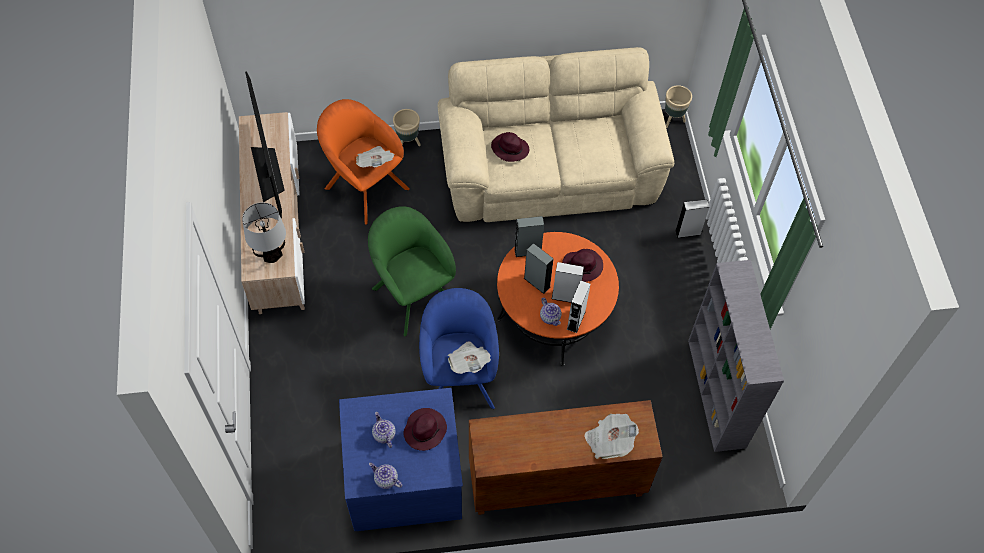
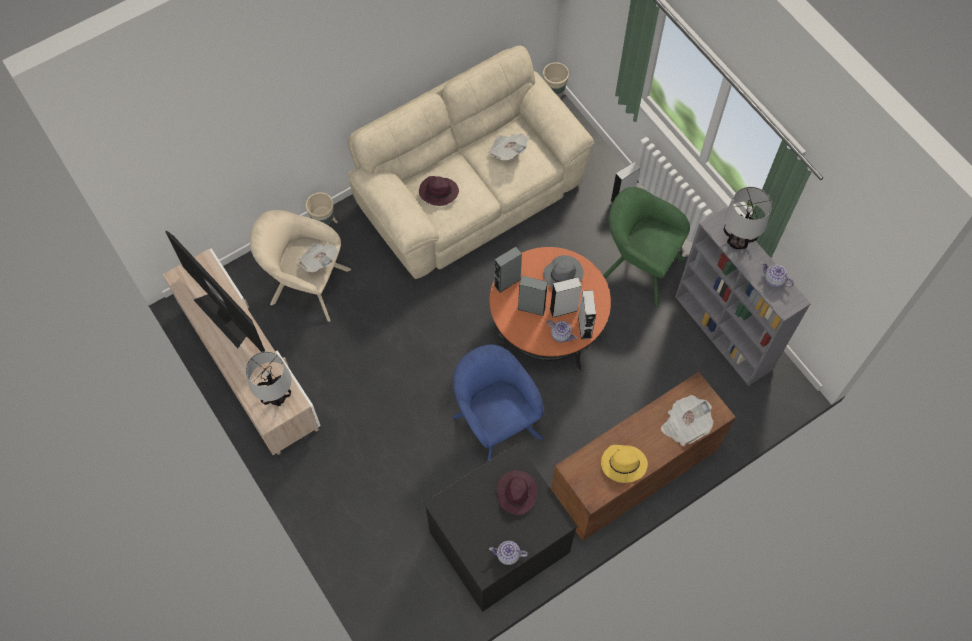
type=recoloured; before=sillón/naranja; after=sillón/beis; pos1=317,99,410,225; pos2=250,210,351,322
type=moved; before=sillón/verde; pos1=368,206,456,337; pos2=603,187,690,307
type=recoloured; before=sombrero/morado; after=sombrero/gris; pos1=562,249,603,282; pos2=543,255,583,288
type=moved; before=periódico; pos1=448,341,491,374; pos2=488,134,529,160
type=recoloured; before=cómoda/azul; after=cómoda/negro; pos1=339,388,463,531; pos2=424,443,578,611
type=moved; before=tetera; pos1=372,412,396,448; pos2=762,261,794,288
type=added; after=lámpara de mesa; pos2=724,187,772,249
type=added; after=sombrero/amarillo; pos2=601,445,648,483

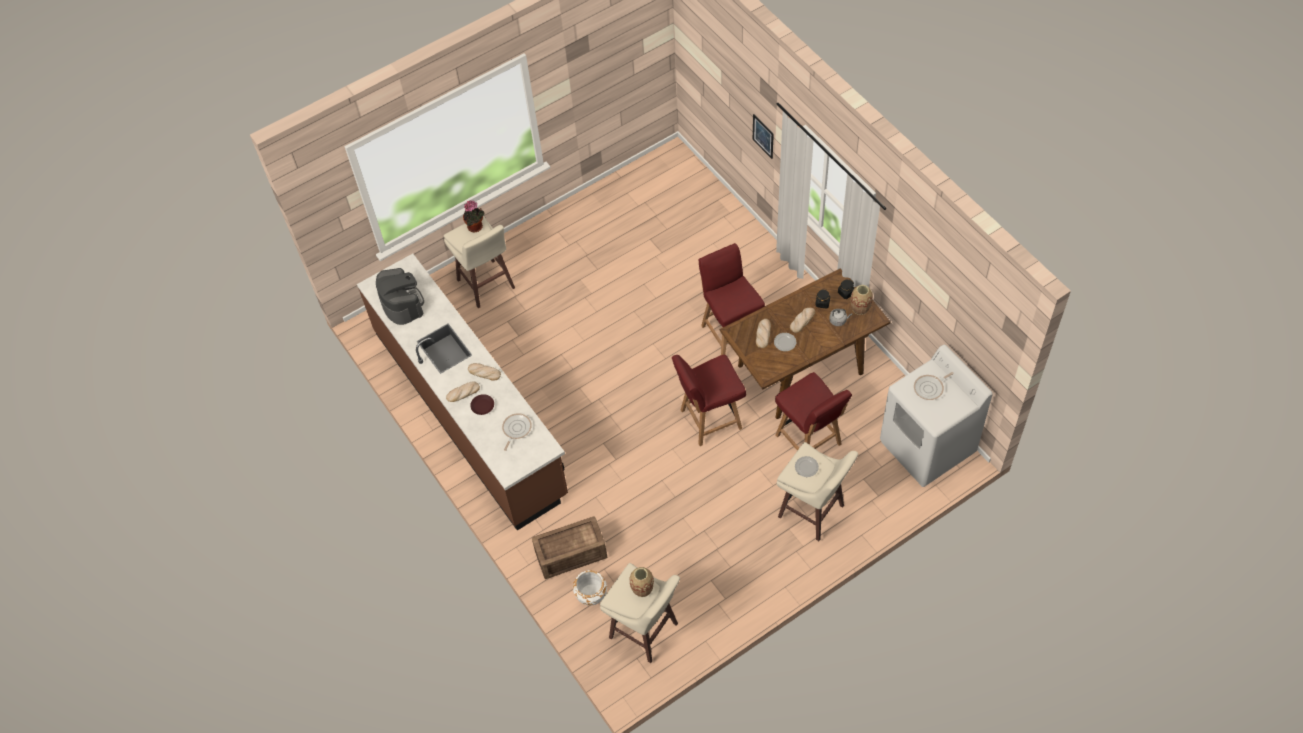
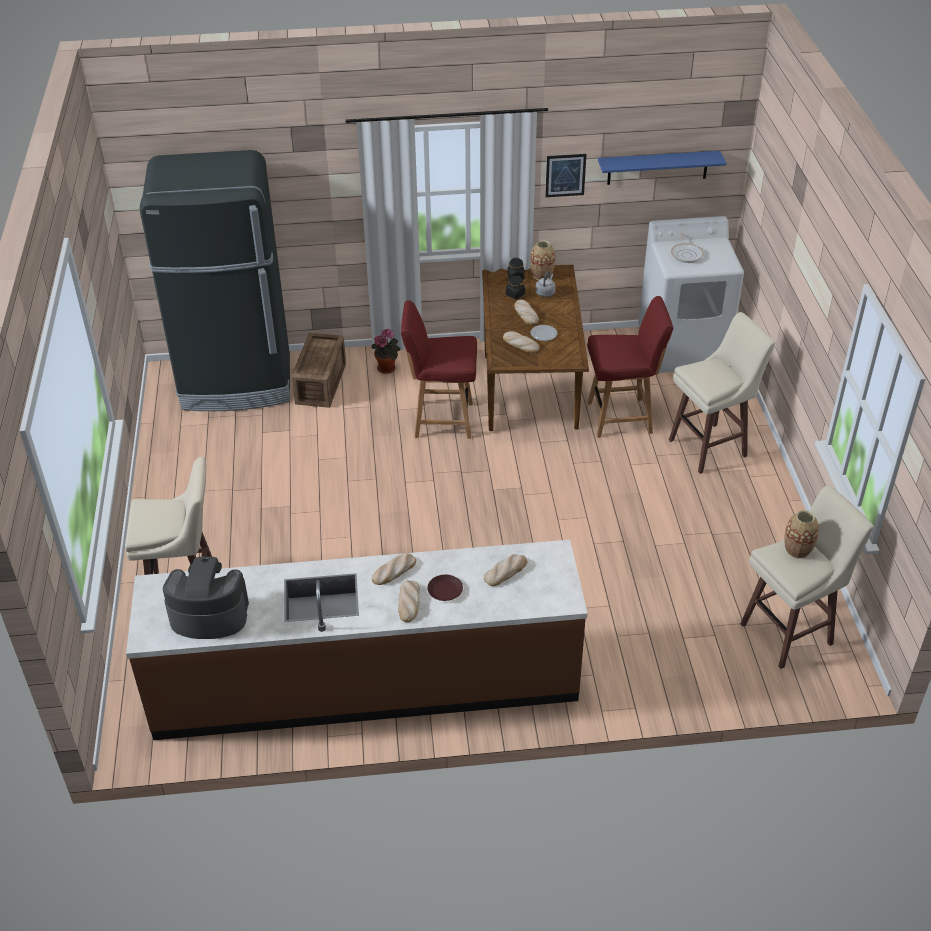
type=moved; before=cuadro; pos1=753,114,774,159; pos2=545,154,586,197
type=moved; before=planta en maceta; pos1=463,200,484,232; pos2=371,328,400,374
type=removed; before=silla/rojo; pos1=672,355,746,446
type=replaced; before=sartén; after=pan; pos1=502,413,532,451; pos2=484,554,527,586
type=removed; before=plato; pos1=795,456,819,477
type=moved; before=caja de embalaje; pos1=532,516,607,579; pos2=291,333,346,408
type=removed; before=maceta/blanco; pos1=573,570,607,606
type=added; after=nevera/negro; pos2=140,150,290,411
type=added; after=estante/azul; pos2=598,151,726,185

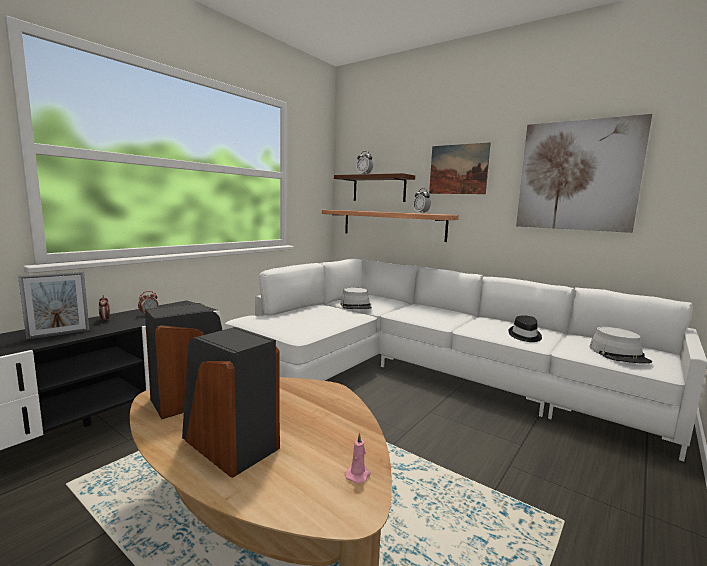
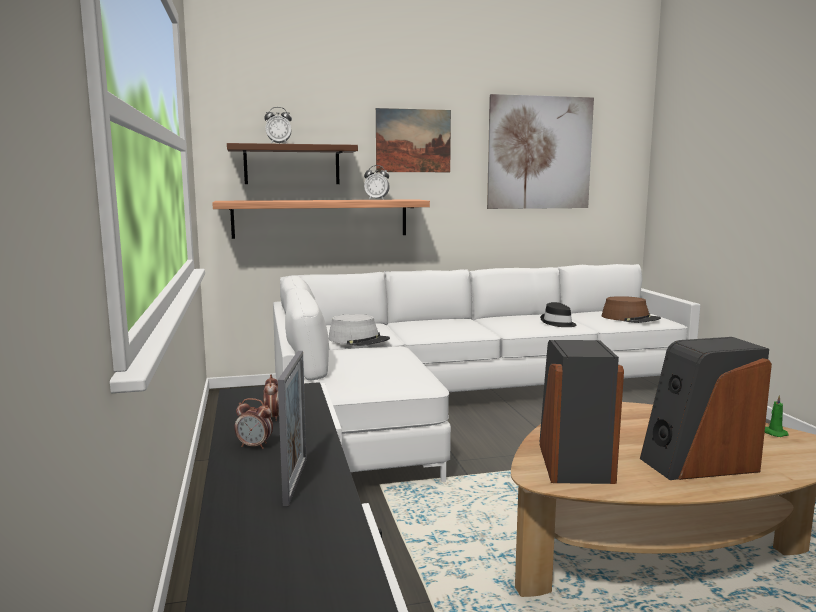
type=recoloured; before=sombrero/gris; after=sombrero/marrón; pos1=590,327,652,364; pos2=602,296,661,323
type=recoloured; before=vela/rosa; after=vela/verde; pos1=345,433,370,484; pos2=765,395,788,437

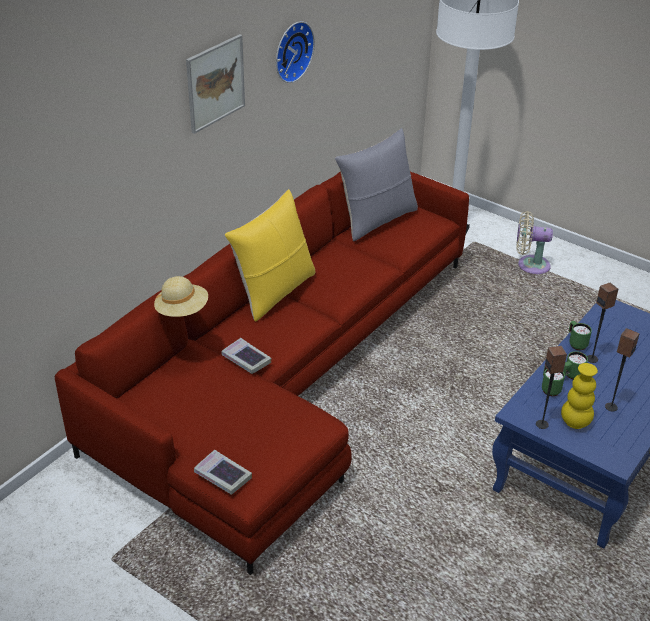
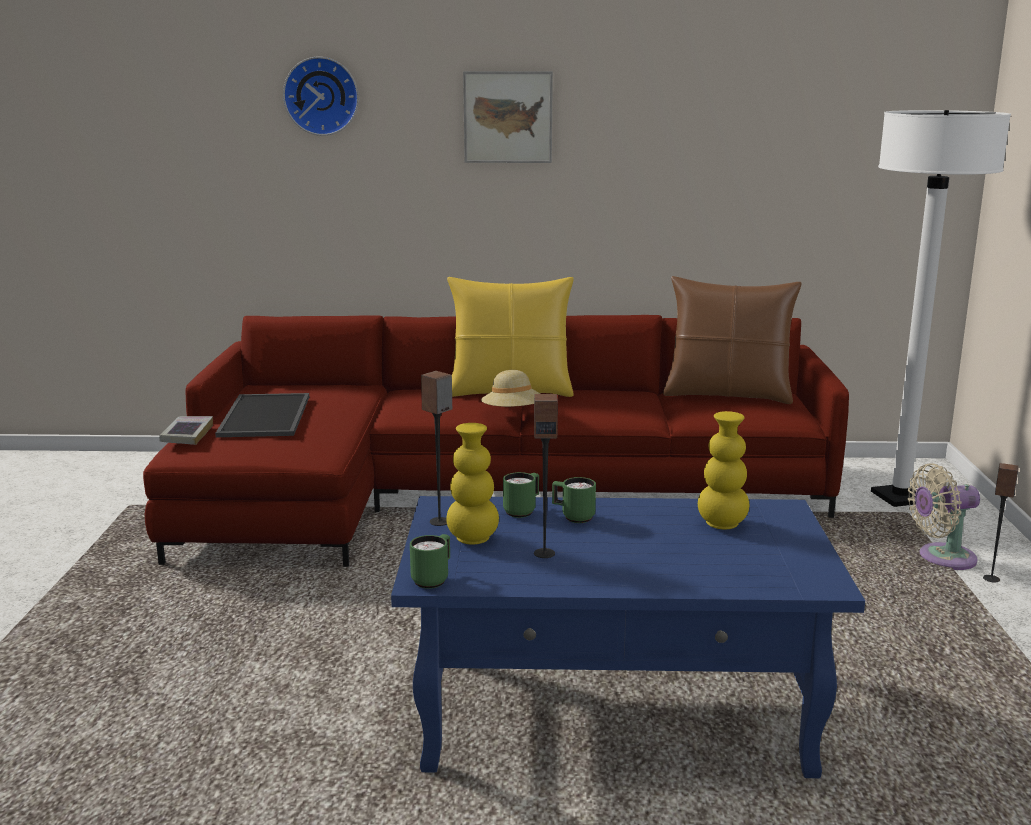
type=moved; before=reloj de pared; pos1=276,21,315,83; pos2=283,57,359,136
type=recoloured; before=cojín/gris; after=cojín/marrón; pos1=335,128,418,241; pos2=663,276,802,404
type=turned; before=ventilador/beis; pos1=516,211,553,274; pos2=908,463,980,570; turn=-75
type=moved; before=sombrero/beis; pos1=154,276,208,317; pos2=481,370,540,407
type=moved; before=altavoz; pos1=587,283,618,363; pos2=983,463,1019,583
type=moved; before=taza grande/verde; pos1=568,321,592,350; pos2=410,534,450,589
type=removed; before=libro; pos1=222,338,271,374
type=added; after=bandeja; pos2=215,393,309,437
type=added; after=florero/amarillo; pos2=698,411,749,529

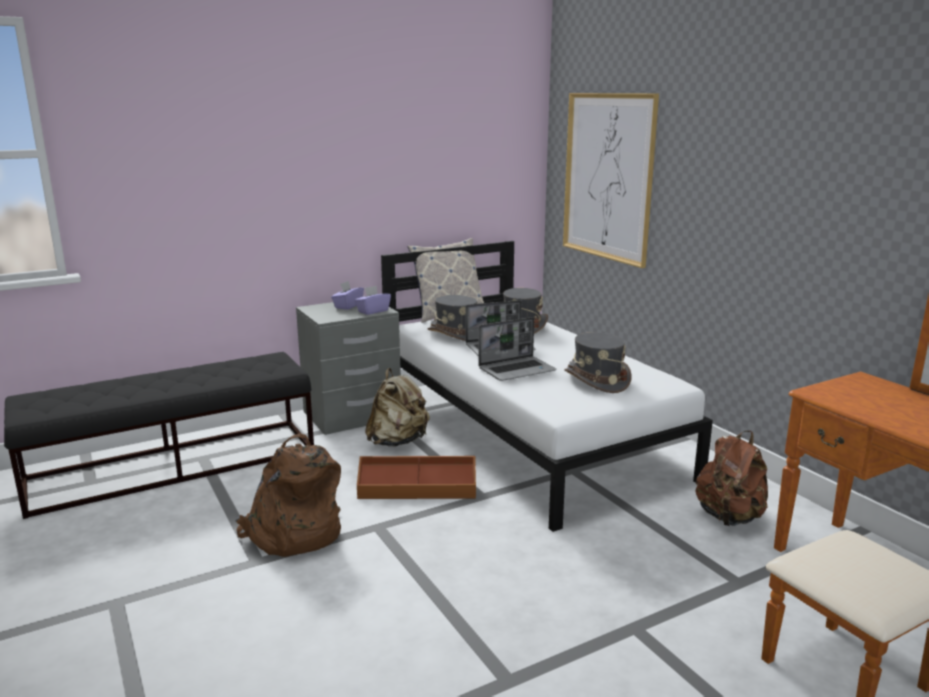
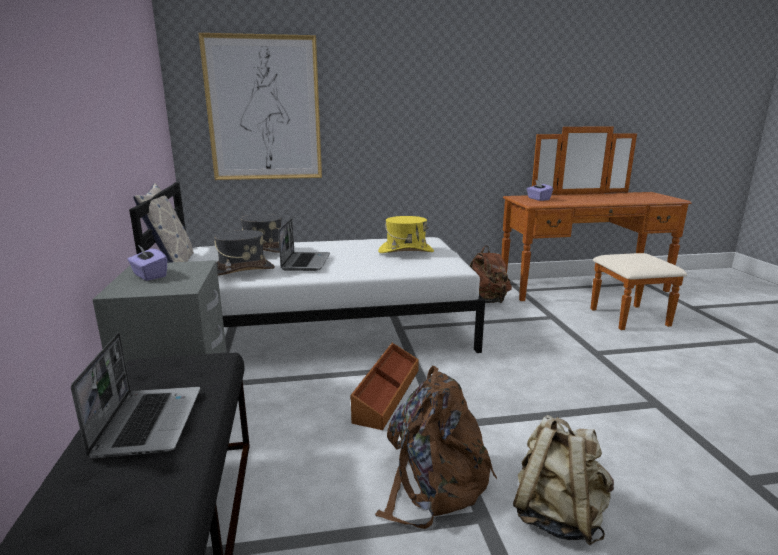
type=moved; before=caja de pañuelos/morado; pos1=355,286,391,315; pos2=527,180,553,201
type=moved; before=portátil; pos1=478,317,556,381; pos2=71,333,200,459
type=recoloured; before=sombrero/gris; after=sombrero/amarillo; pos1=564,333,632,393; pos2=378,216,434,253
type=moved; before=mochila/beis; pos1=365,368,430,447; pos2=513,415,614,545

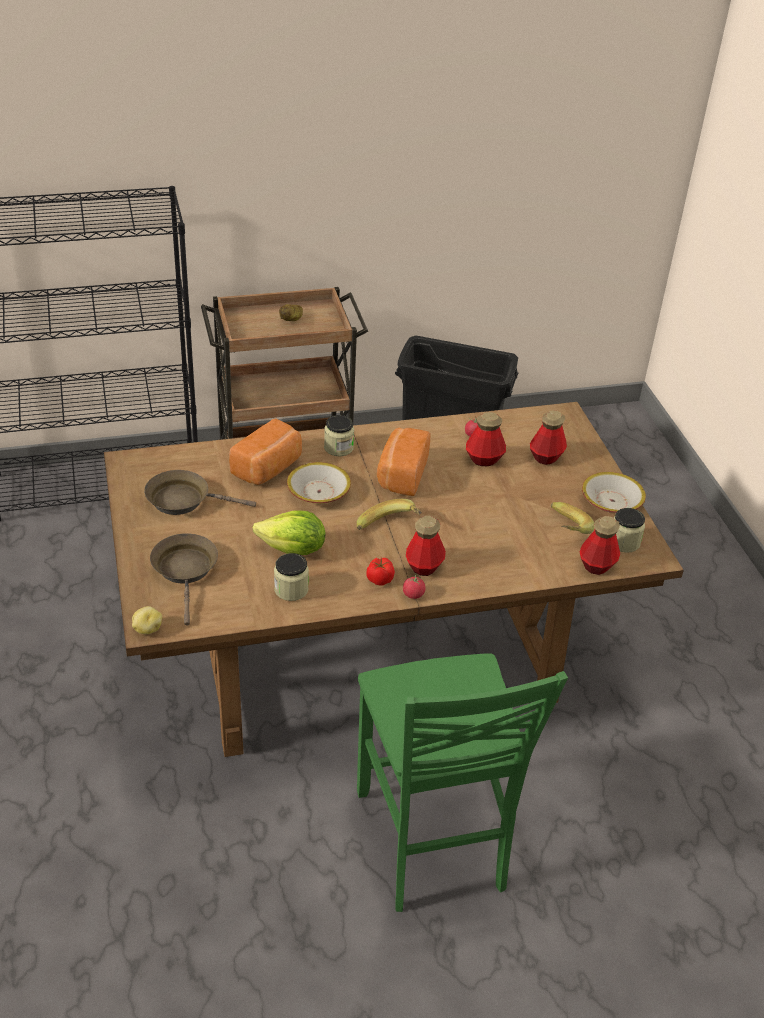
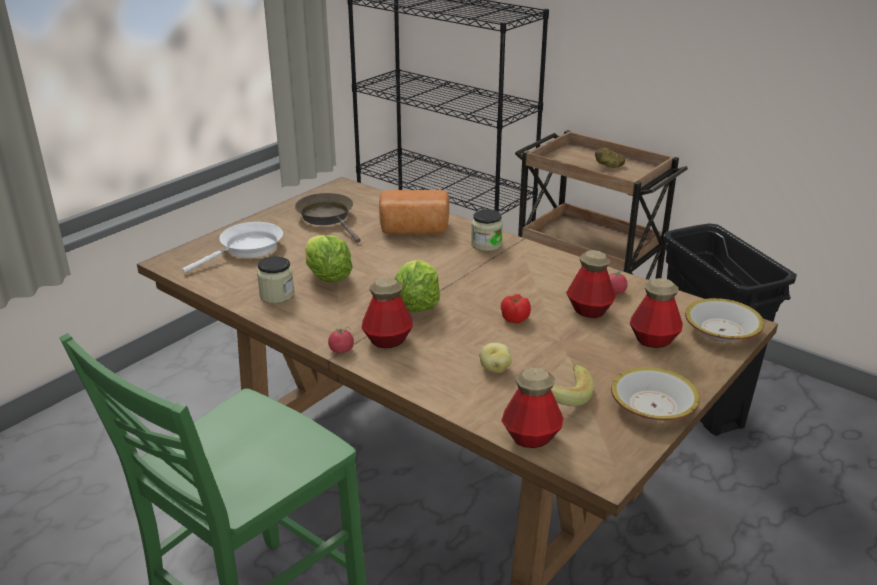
type=removed; before=pan; pos1=377,428,430,496
type=moved; before=cuenco; pos1=287,462,351,503; pos2=685,298,764,342
type=replaced; before=plátano; after=lechuga; pos1=357,499,422,530; pos2=395,260,440,312
type=removed; before=tarro; pos1=614,508,645,552
type=recoloured; before=sartén/marrón; after=sartén/blanco; pos1=150,533,218,625; pos2=182,222,283,273
type=moved; before=tomate; pos1=366,558,395,586; pos2=501,294,531,323
type=moved; before=patata; pos1=132,606,162,634; pos2=479,343,512,373

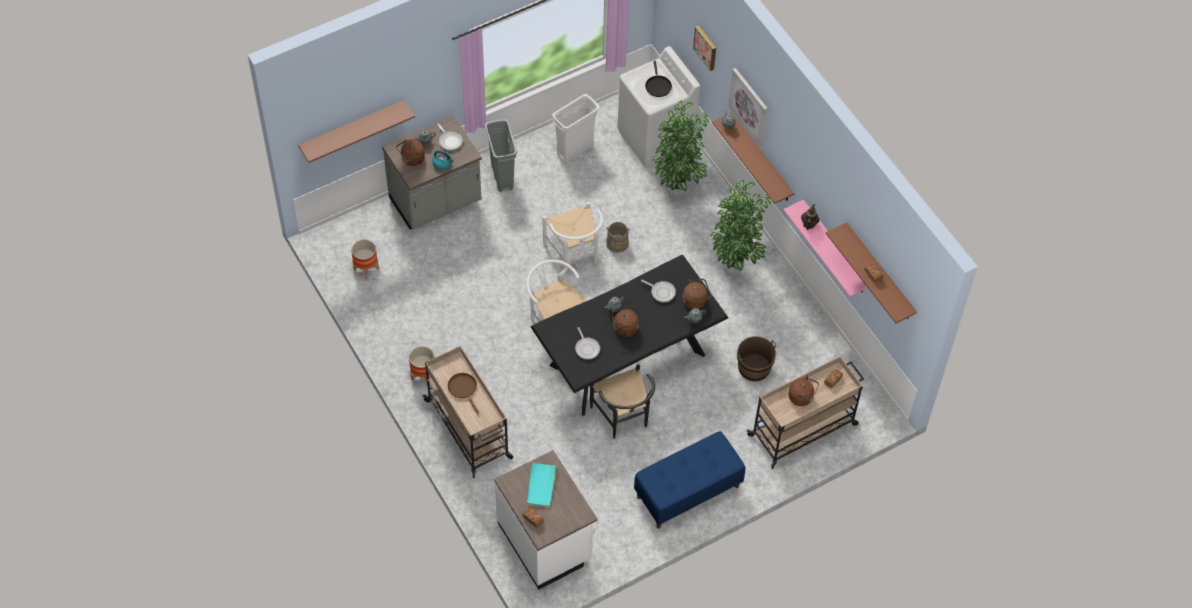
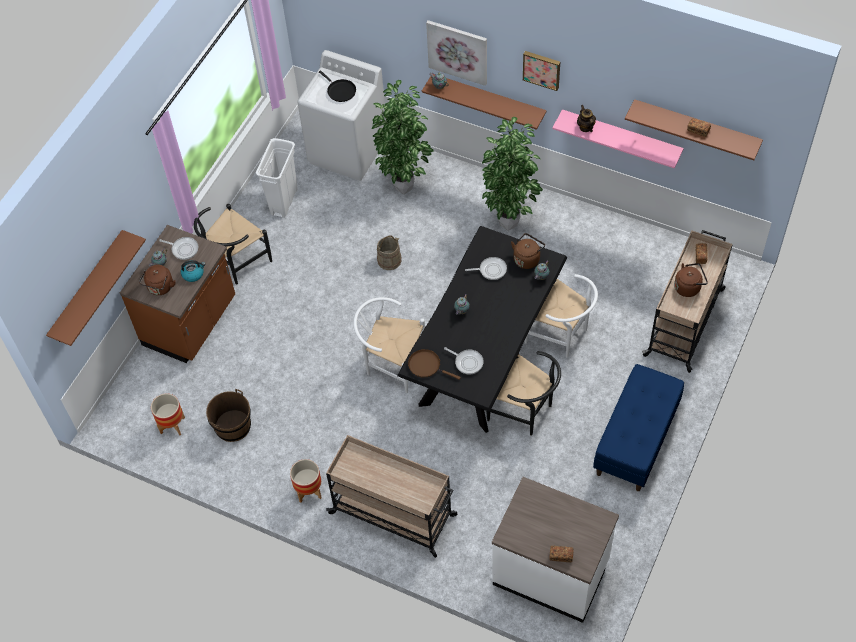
type=moved; before=cuadro; pos1=693,25,716,71; pos2=523,51,560,91
type=recoloured; before=mueble bajo de cocina/gris; after=mueble bajo de cocina/marrón; pos1=382,116,482,230; pos2=120,225,235,363
type=replaced; before=papelera/gris; after=silla/negro; pos1=485,119,517,192; pos2=194,204,272,285
type=moved; before=silla/blanco; pos1=543,202,603,269; pos2=525,274,598,358
type=removed; before=hervidor/marrón; pos1=612,307,639,337
type=moved; before=cubo/marrón; pos1=737,336,776,381; pos2=206,389,251,442
type=moved; before=sartén/marrón; pos1=448,373,479,414; pos2=408,349,461,380
type=removed; before=bandeja/turquesa; pos1=527,461,558,507

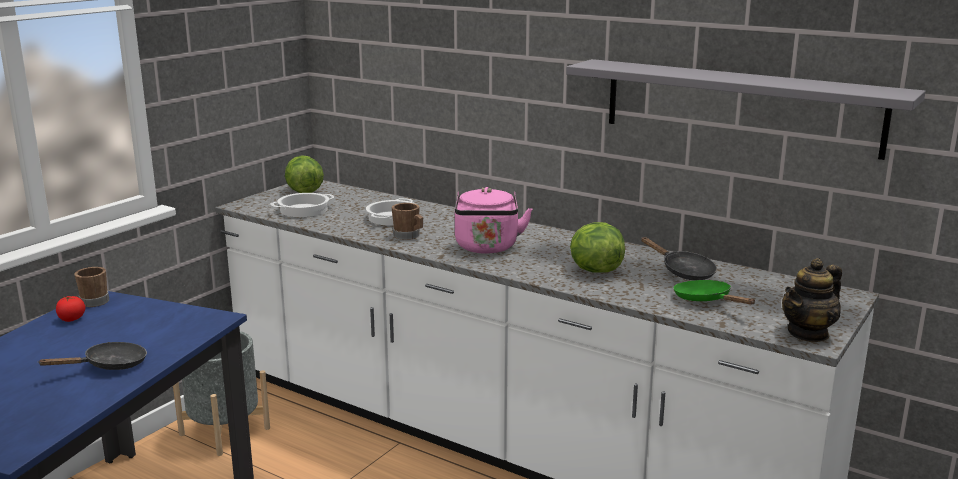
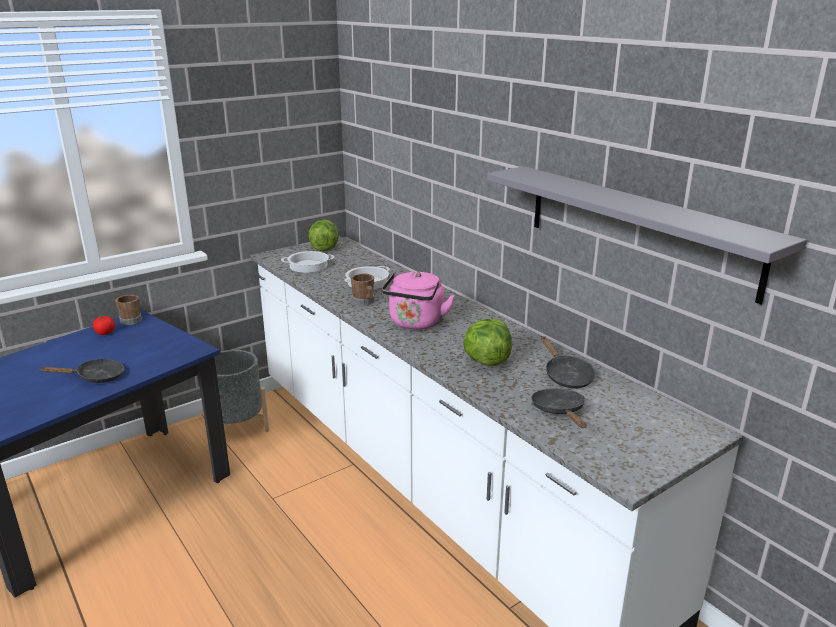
type=removed; before=tetera; pos1=782,258,842,343
type=recoloured; before=sartén/verde; after=sartén/negro; pos1=673,280,755,304; pos2=532,388,586,428

